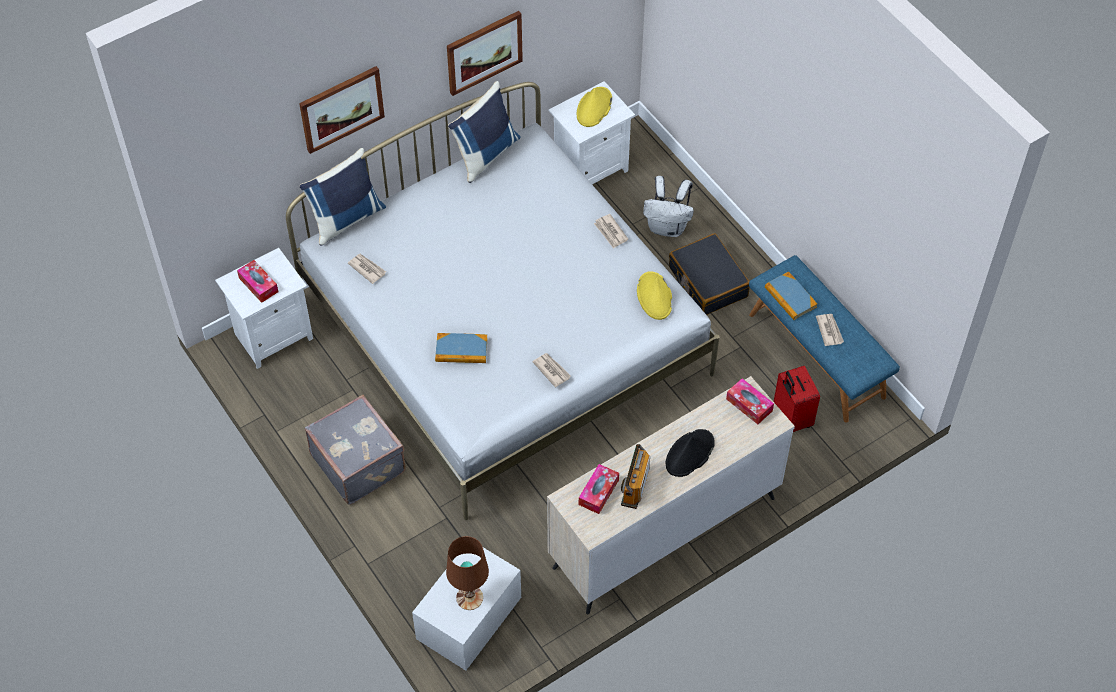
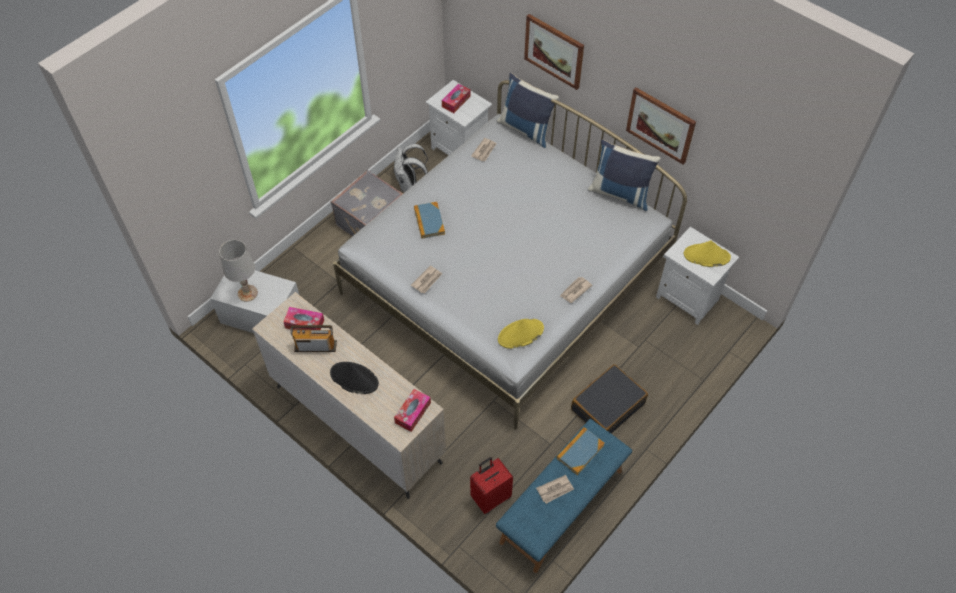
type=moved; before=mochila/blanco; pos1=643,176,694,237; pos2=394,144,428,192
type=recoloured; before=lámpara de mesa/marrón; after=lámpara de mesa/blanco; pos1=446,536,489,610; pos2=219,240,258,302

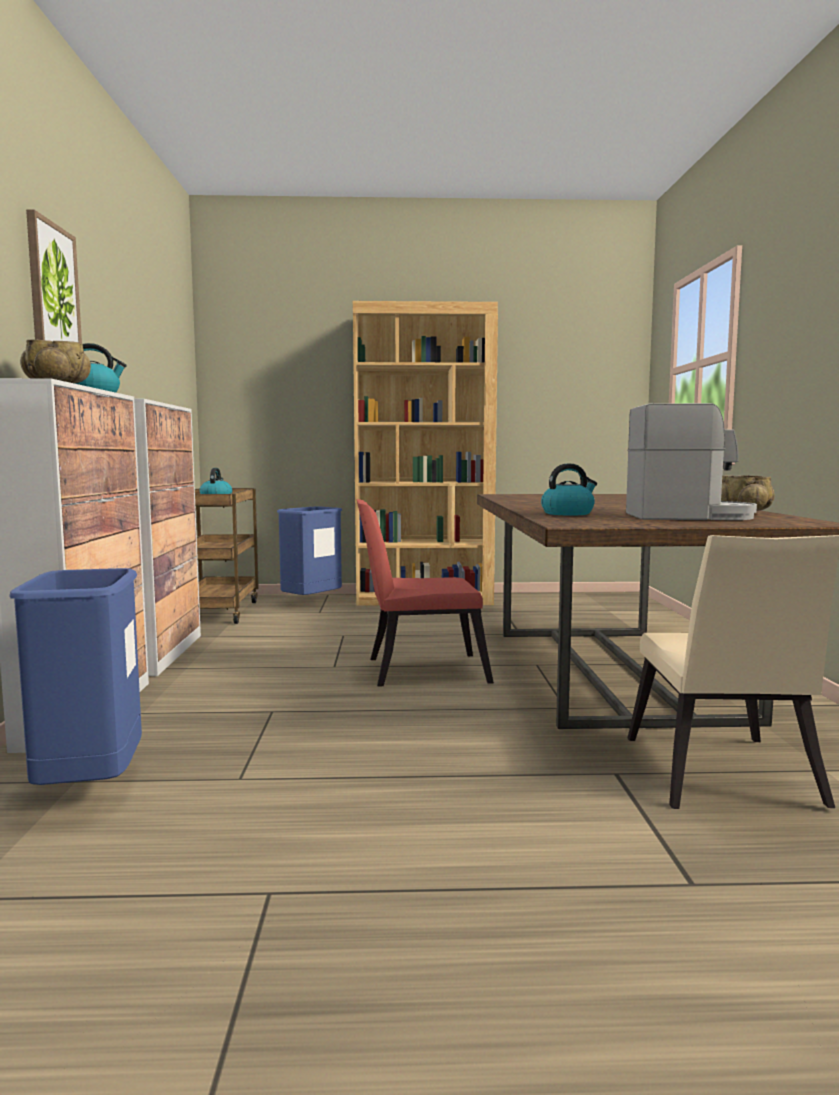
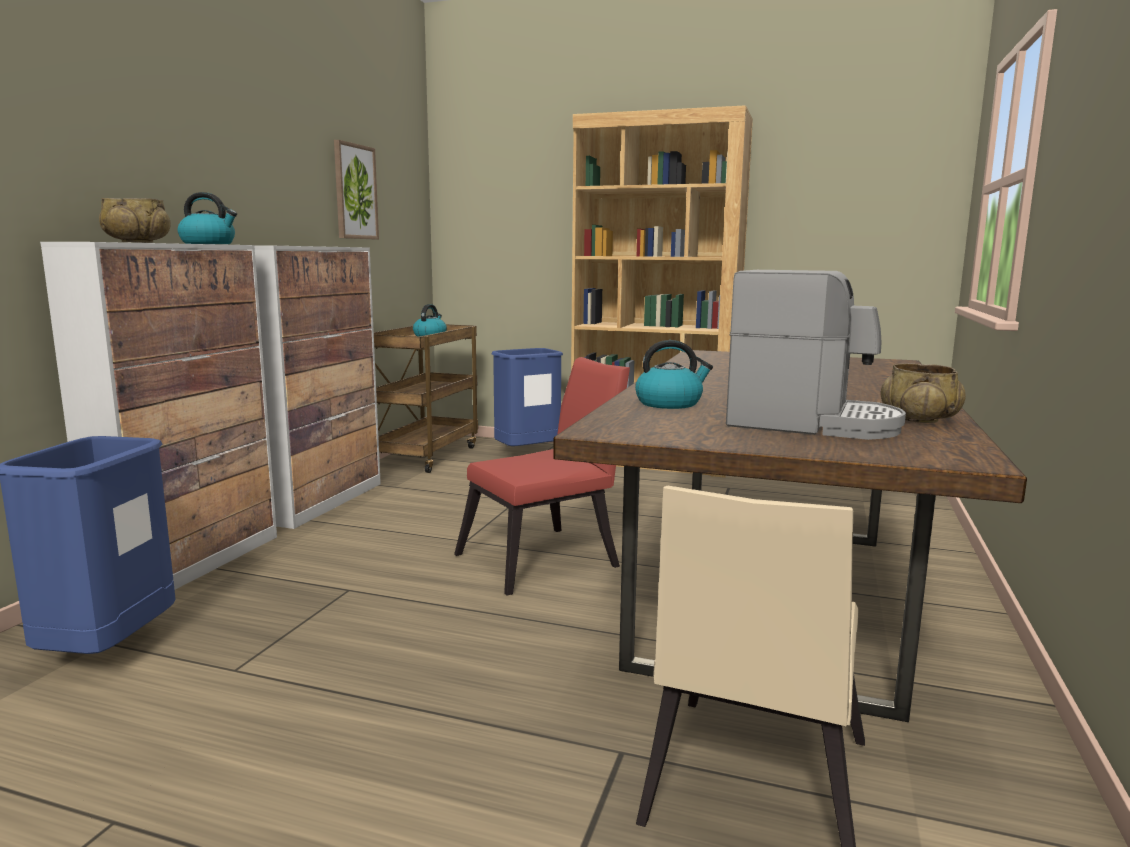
type=moved; before=cuadro; pos1=26,210,82,343; pos2=334,140,379,239
type=turned; before=silla/rojo; pos1=356,499,494,687; pos2=454,357,630,596; turn=135

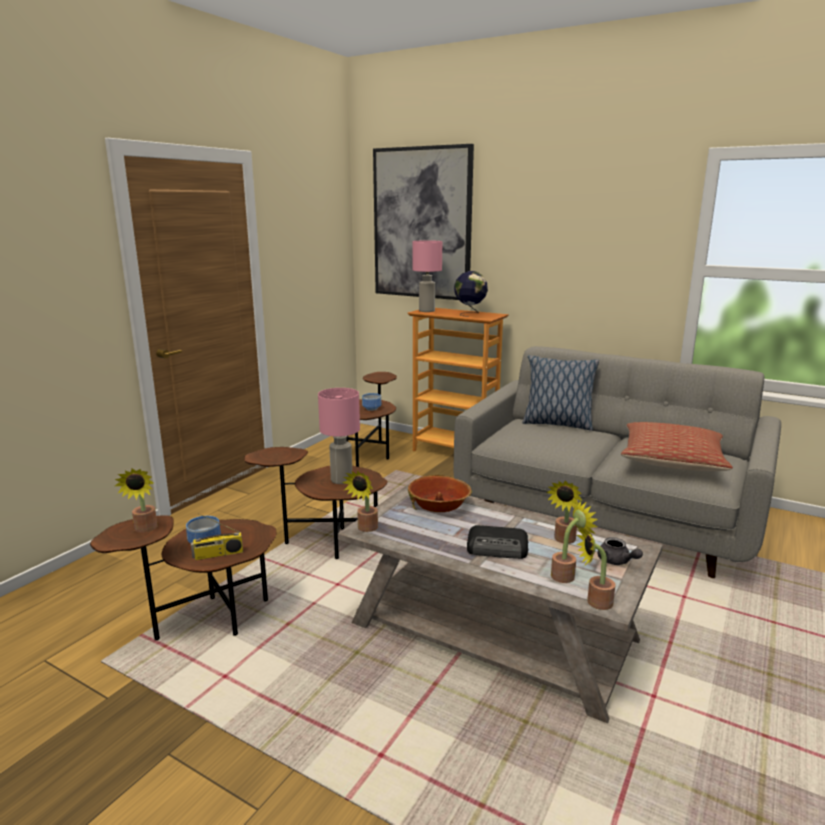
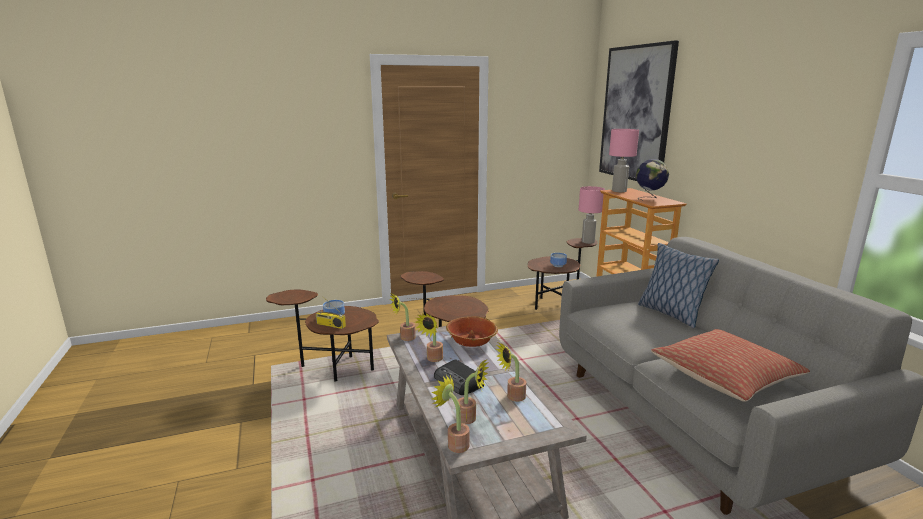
type=moved; before=lámpara de mesa/rosa; pos1=318,388,360,484; pos2=579,186,605,244
type=moved; before=planta en maceta; pos1=115,469,157,533; pos2=415,313,443,362
type=removed; before=tetera/gris; pos1=598,537,643,565

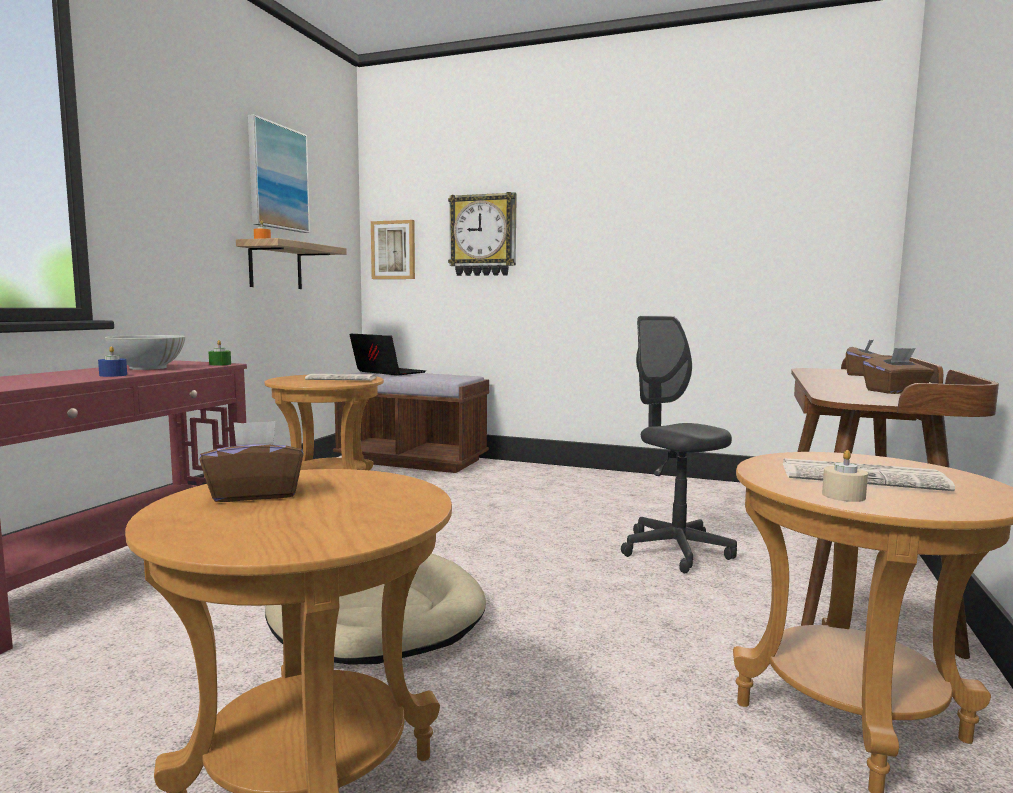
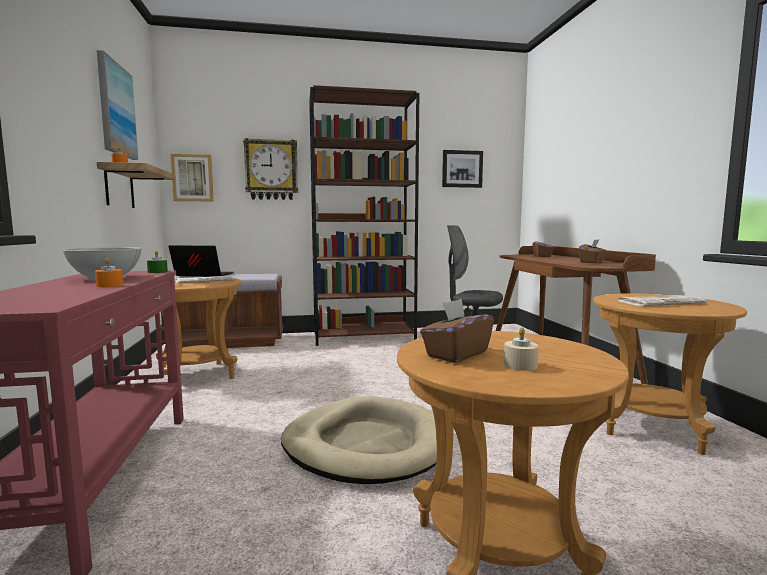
type=recoloured; before=vela/azul; after=vela/naranja; pos1=98,346,127,377; pos2=95,258,123,287
type=moved; before=vela/beis; pos1=822,450,868,502; pos2=504,327,539,371
type=added; after=estantería/marrón; pos2=309,85,419,346
type=added; after=cuadro; pos2=442,150,483,188

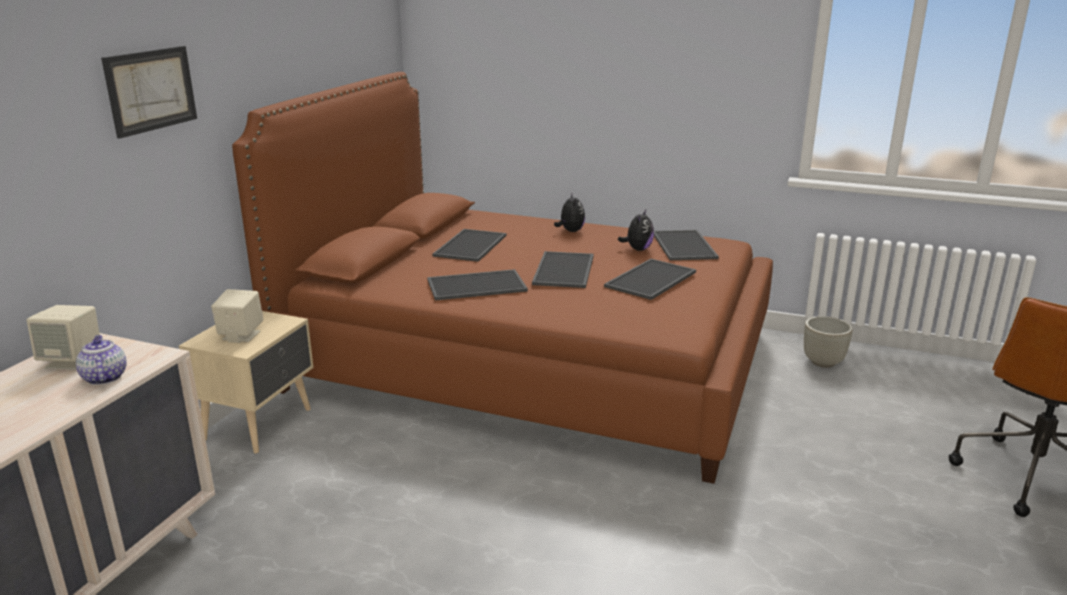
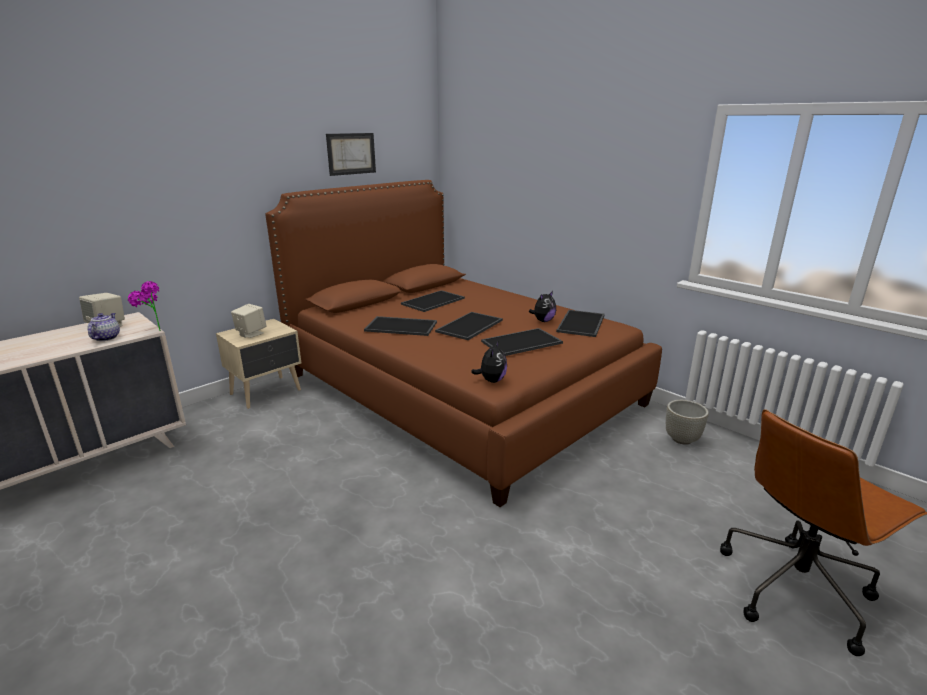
type=moved; before=cuadro; pos1=101,46,197,138; pos2=326,133,376,176
type=moved; before=peluche; pos1=554,194,585,232; pos2=471,340,507,383
type=added; after=planta en maceta; pos2=128,281,161,331

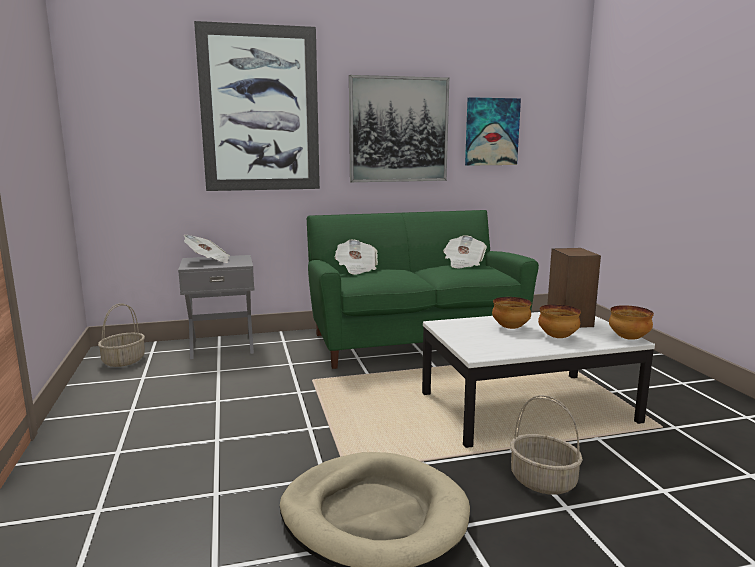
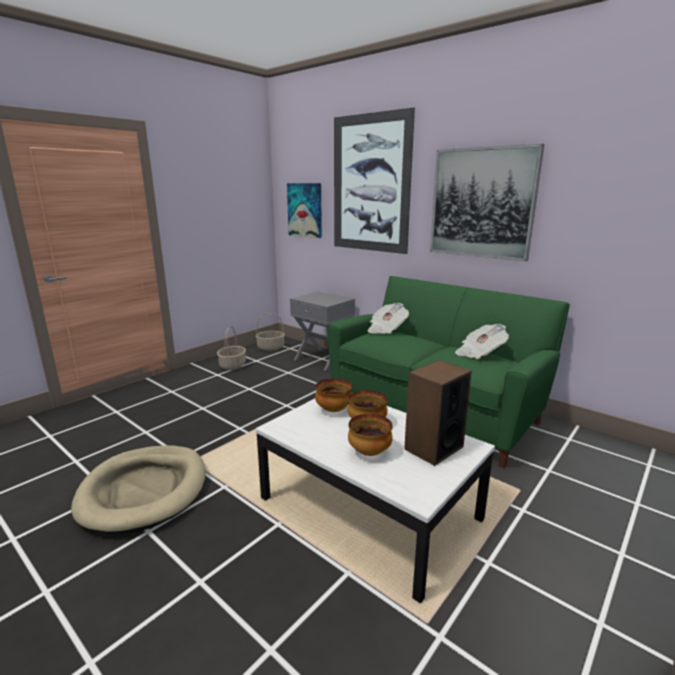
type=moved; before=cuadro; pos1=465,97,521,166; pos2=287,183,322,238
type=removed; before=periódico; pos1=184,235,230,263
type=moved; before=cuenco; pos1=609,305,654,340; pos2=315,378,352,412
type=moved; before=cesta; pos1=510,395,583,495; pos2=217,326,246,370

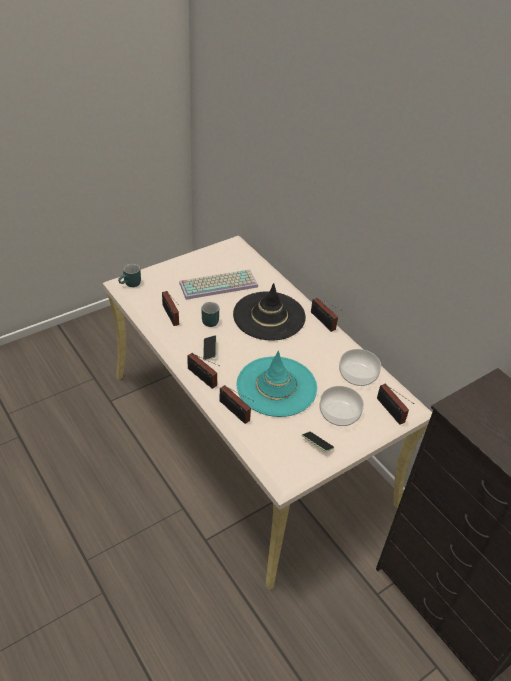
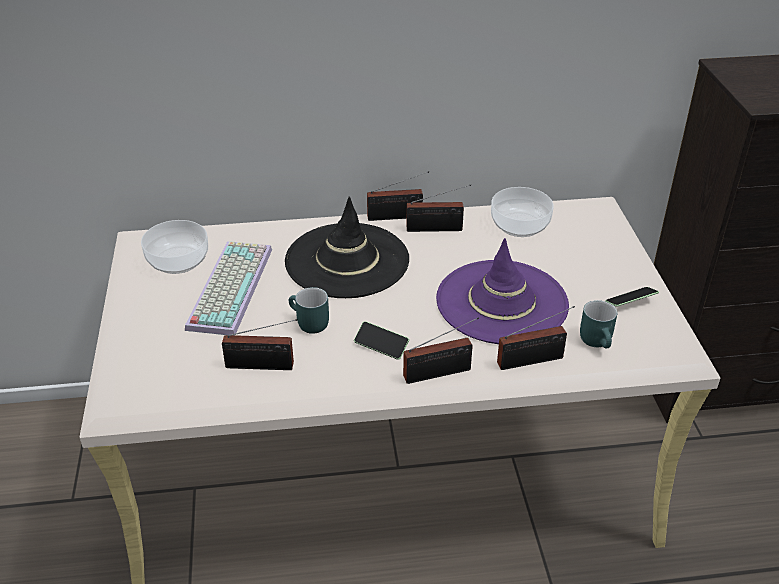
type=moved; before=taza grande/turquesa; pos1=118,263,141,287; pos2=580,300,617,348
type=recoloured; before=sombrero/turquesa; after=sombrero/morado; pos1=237,351,317,417; pos2=436,238,569,344
type=moved; before=radio; pos1=377,384,414,425; pos2=406,185,471,232
type=moved; before=cuenco; pos1=319,386,364,426; pos2=141,220,208,274

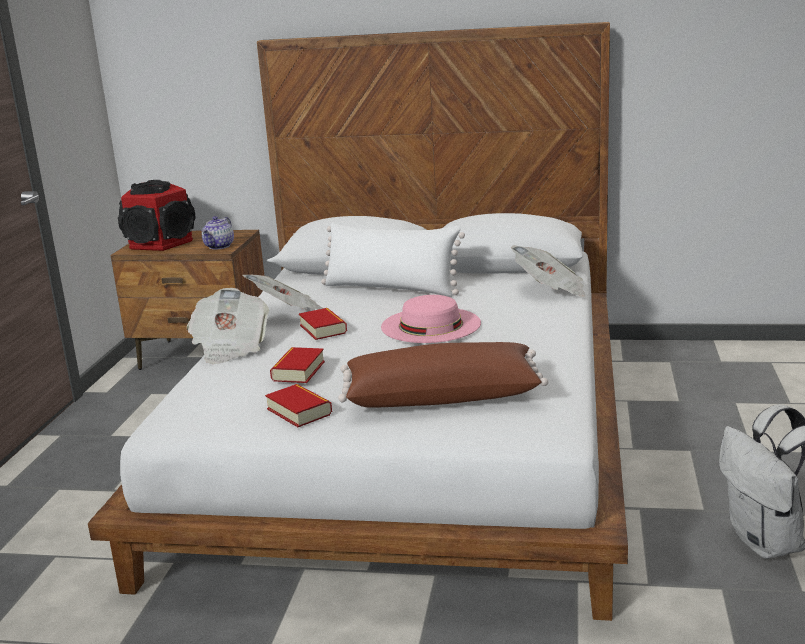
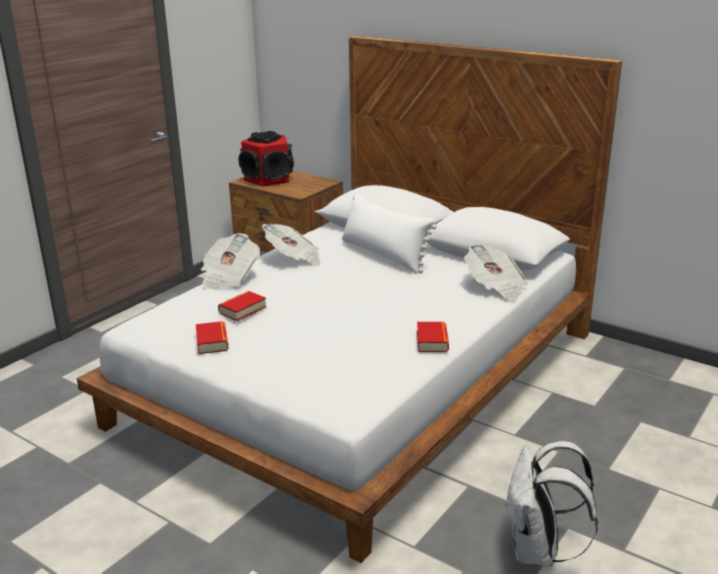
type=removed; before=tetera; pos1=202,216,234,249
type=removed; before=sombrero/rosa; pos1=381,295,481,343
type=moved; before=libro; pos1=299,308,347,340; pos2=417,322,449,352
type=removed; before=cojín/marrón; pos1=338,342,548,408

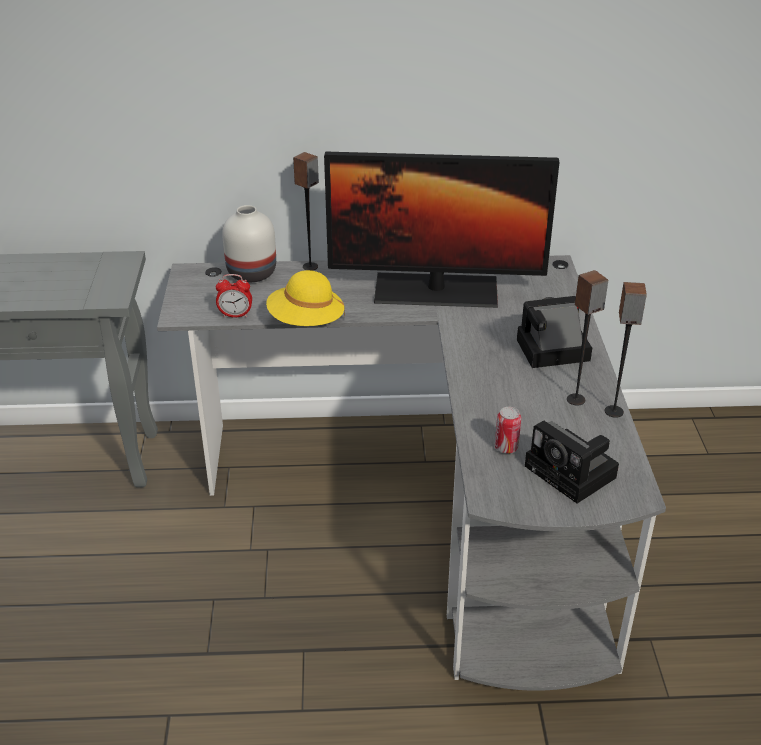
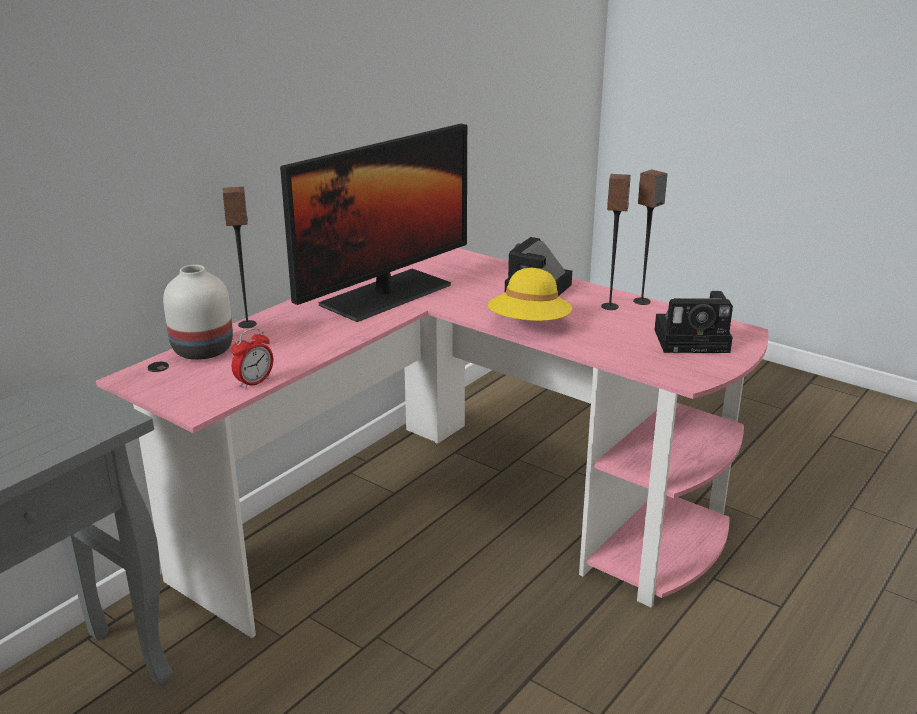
type=recoloured; before=escritorio/gris; after=escritorio/rosa; pos1=157,255,666,691; pos2=96,248,769,638
type=moved; before=sombrero/amarillo; pos1=266,270,345,326; pos2=488,268,572,321
type=removed; before=lata; pos1=495,407,521,454

